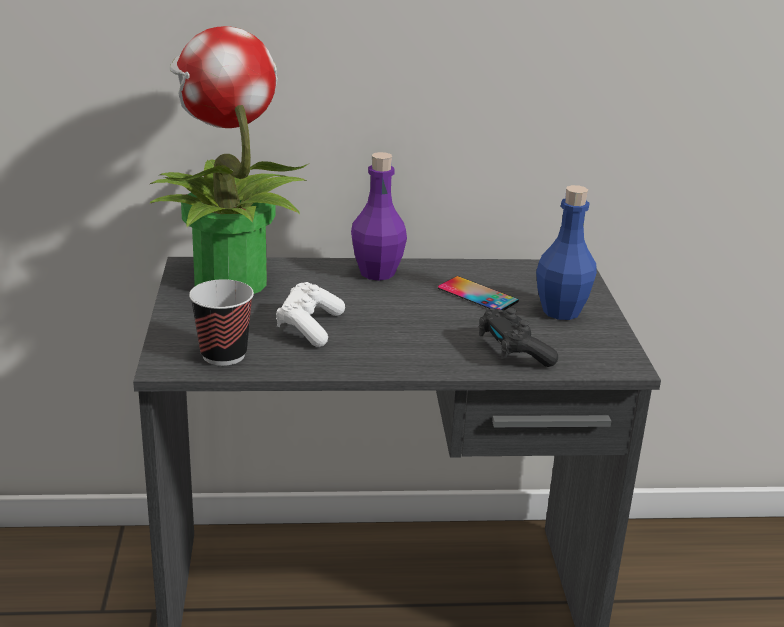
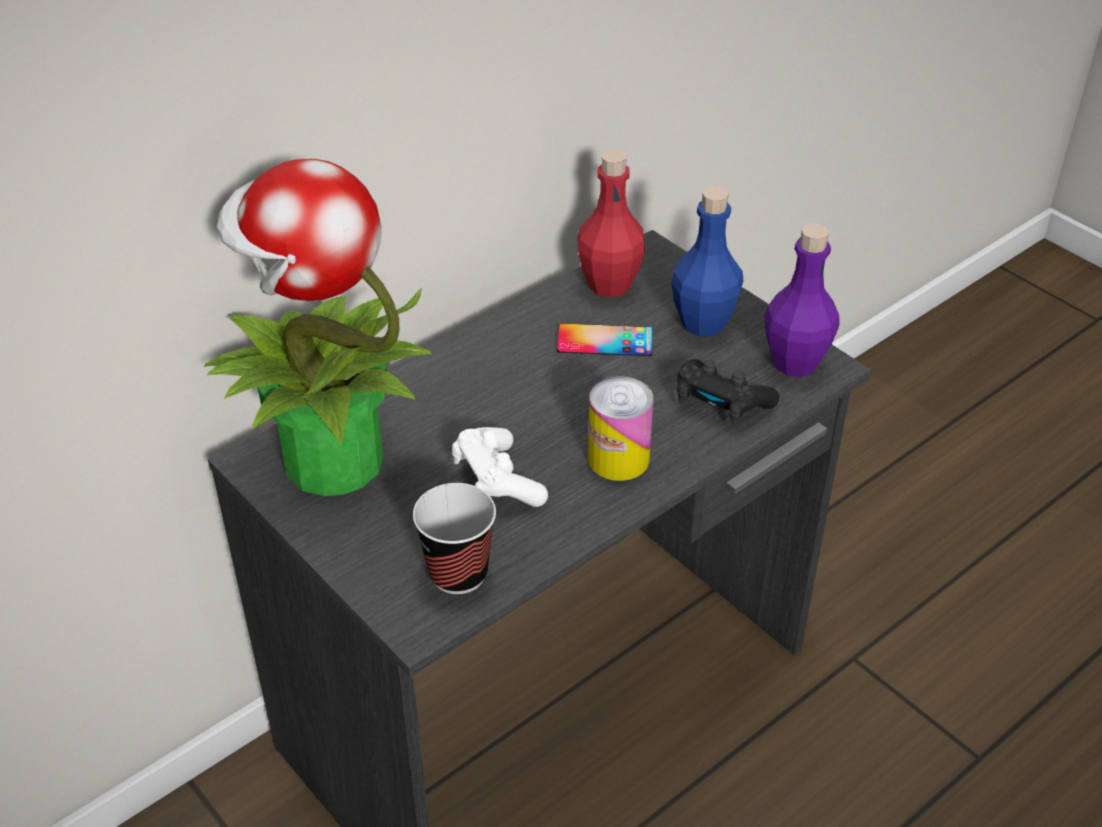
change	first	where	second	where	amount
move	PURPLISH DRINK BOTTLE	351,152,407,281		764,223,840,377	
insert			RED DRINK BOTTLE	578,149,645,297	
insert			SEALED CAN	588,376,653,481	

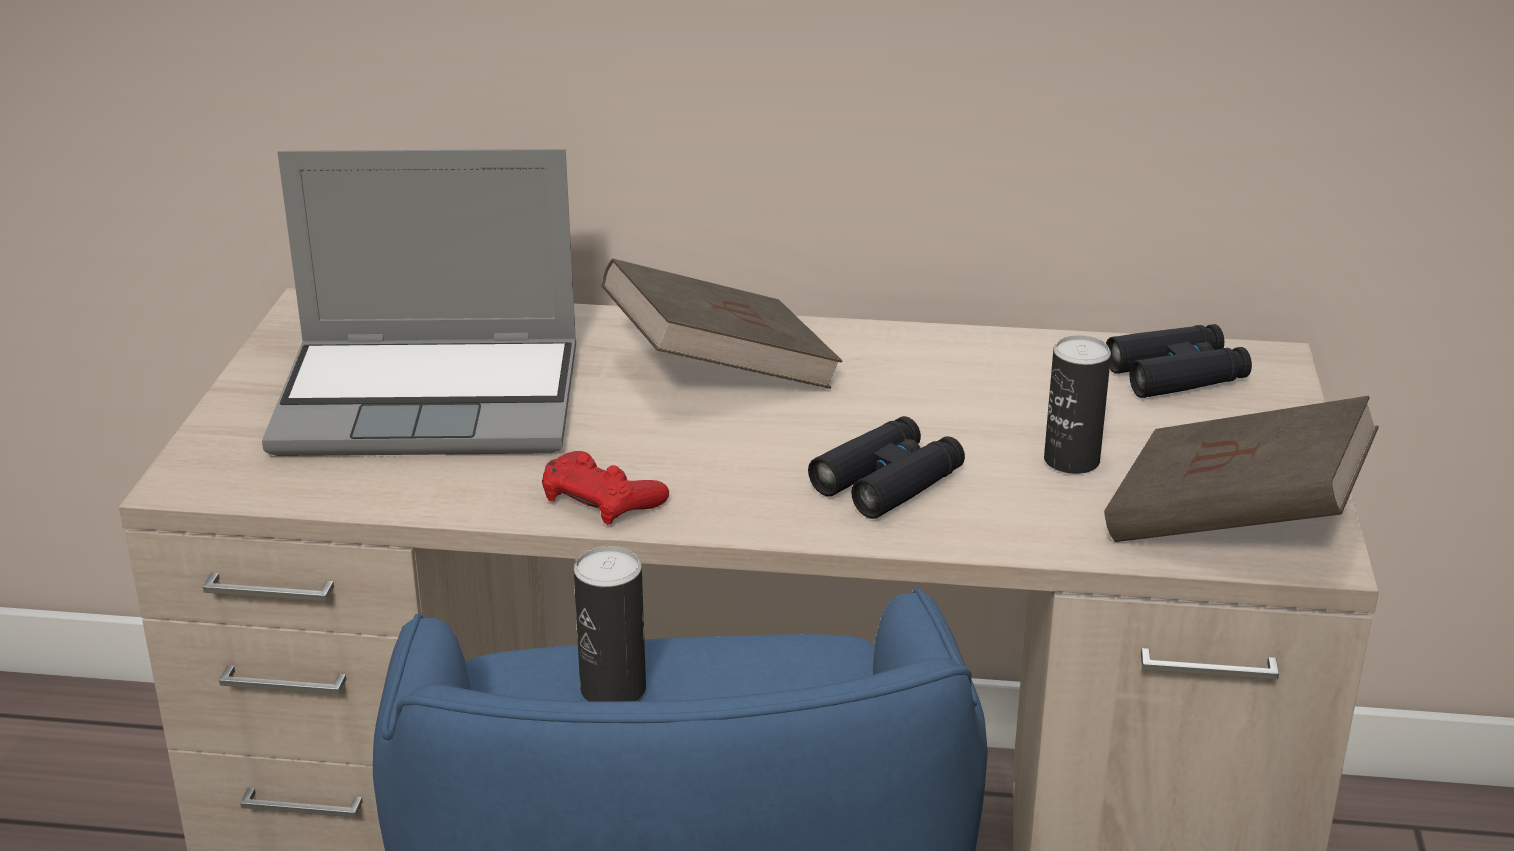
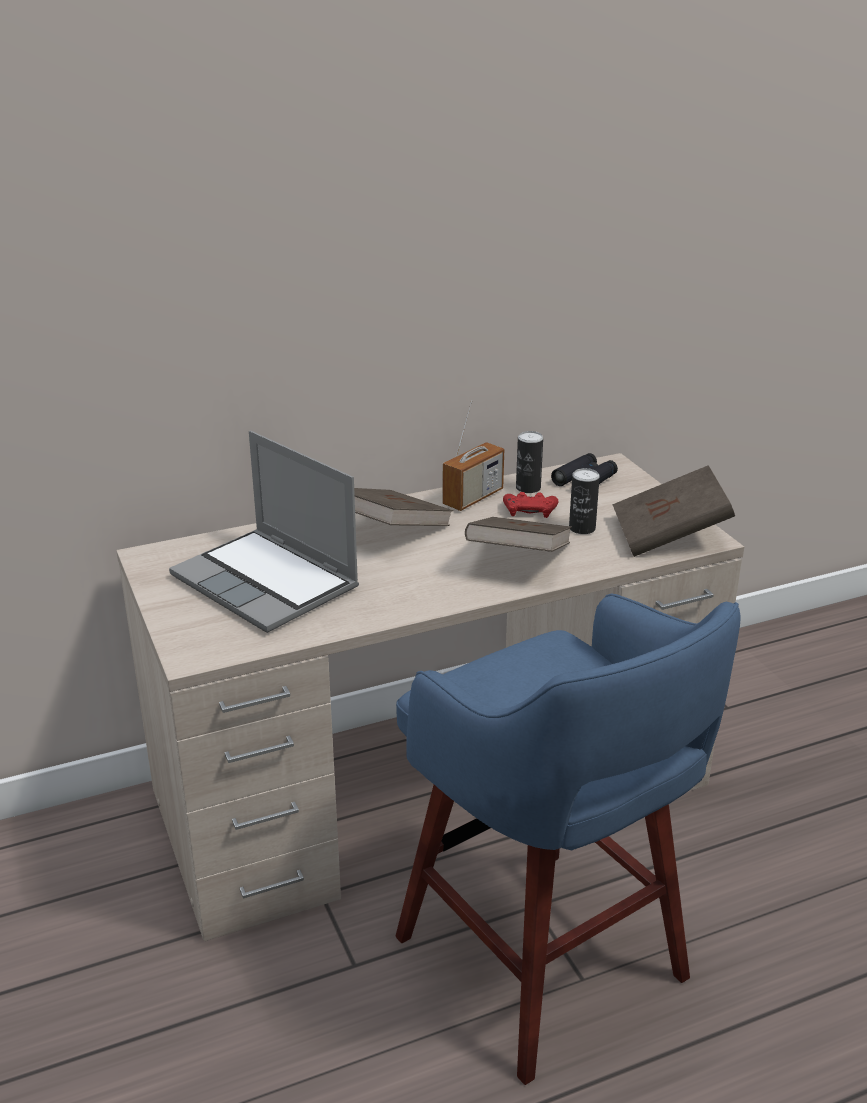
change	first	where	second	where	amount
rotate	LAPTOP	262,149,576,456		169,431,359,633	75 degrees clockwise
replace	BLACK-COLOURED BINOCULARS	808,416,965,519	BROWN VOLUME	465,517,572,552	
move	RED JOYPAD	542,451,669,525		503,492,558,518	
move	SEALED CAN	574,546,646,702		516,431,543,493	
insert			RADIO	442,400,504,511	

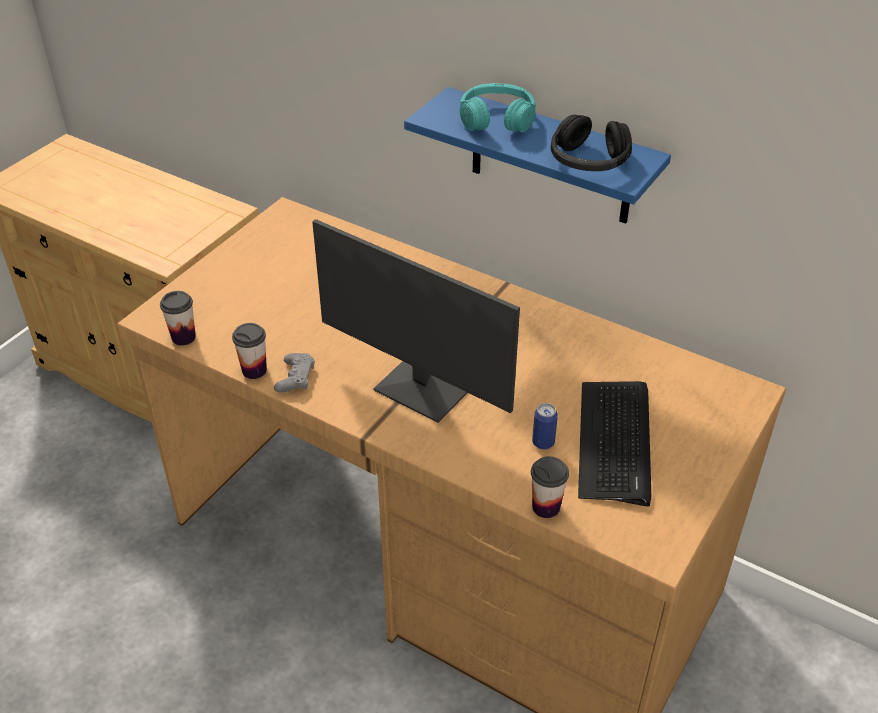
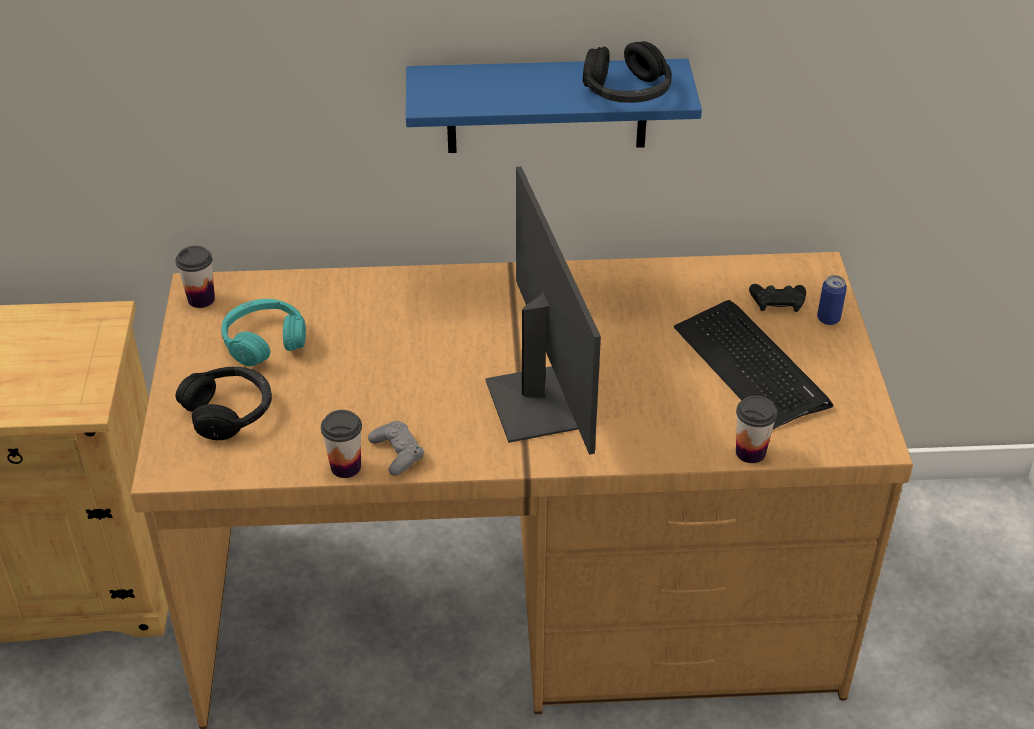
change	first	where	second	where	amount
move	TURQUOISE-COLOURED PAIR OF HEADPHONES	460,83,536,132		221,299,306,367	
rotate	COMPUTER SCREEN	312,219,520,423		485,166,601,455	105 degrees counterclockwise
move	CUP	160,291,196,346		176,246,215,308	
move	SEALED CAN	532,403,558,450		817,275,847,325	
insert			BLACK-COLOURED JOYPAD	749,284,806,312	
insert			BLACK-COLOURED PAIR OF HEADPHONES	176,367,272,440	

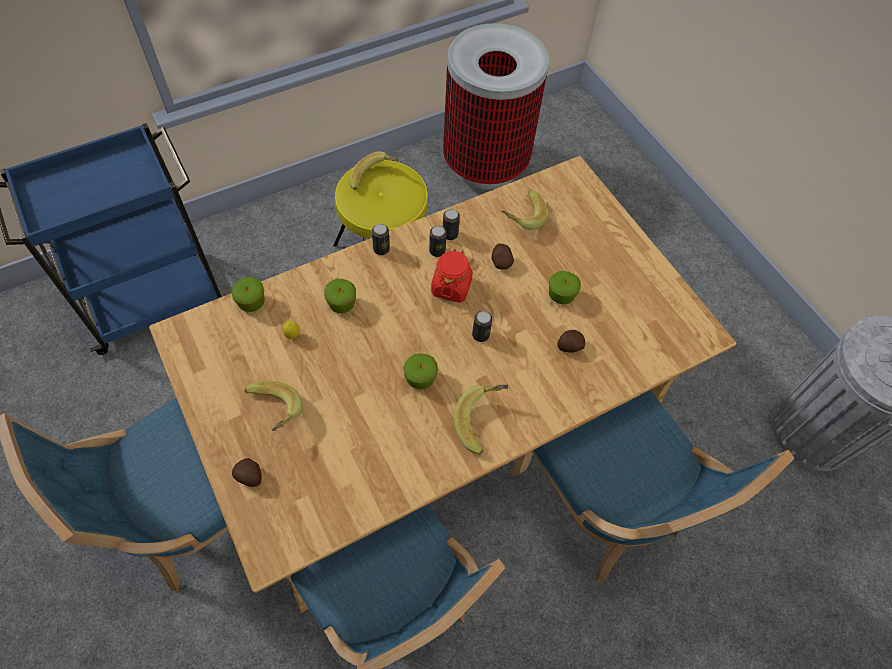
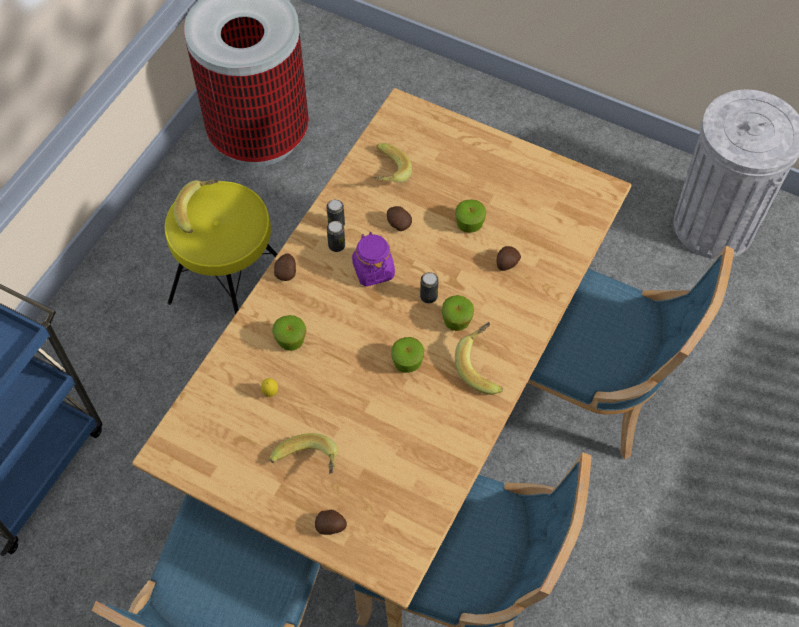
change	first	where	second	where	amount
replace	SEALED CAN	372,224,390,255	WHOLE POTATO	274,253,296,281	
recolor	RED STORAGE JAR	431,249,473,303	PURPLISH STORAGE JAR	352,232,395,287	
move	WHOLE APPLE	232,277,265,312		442,295,474,331	

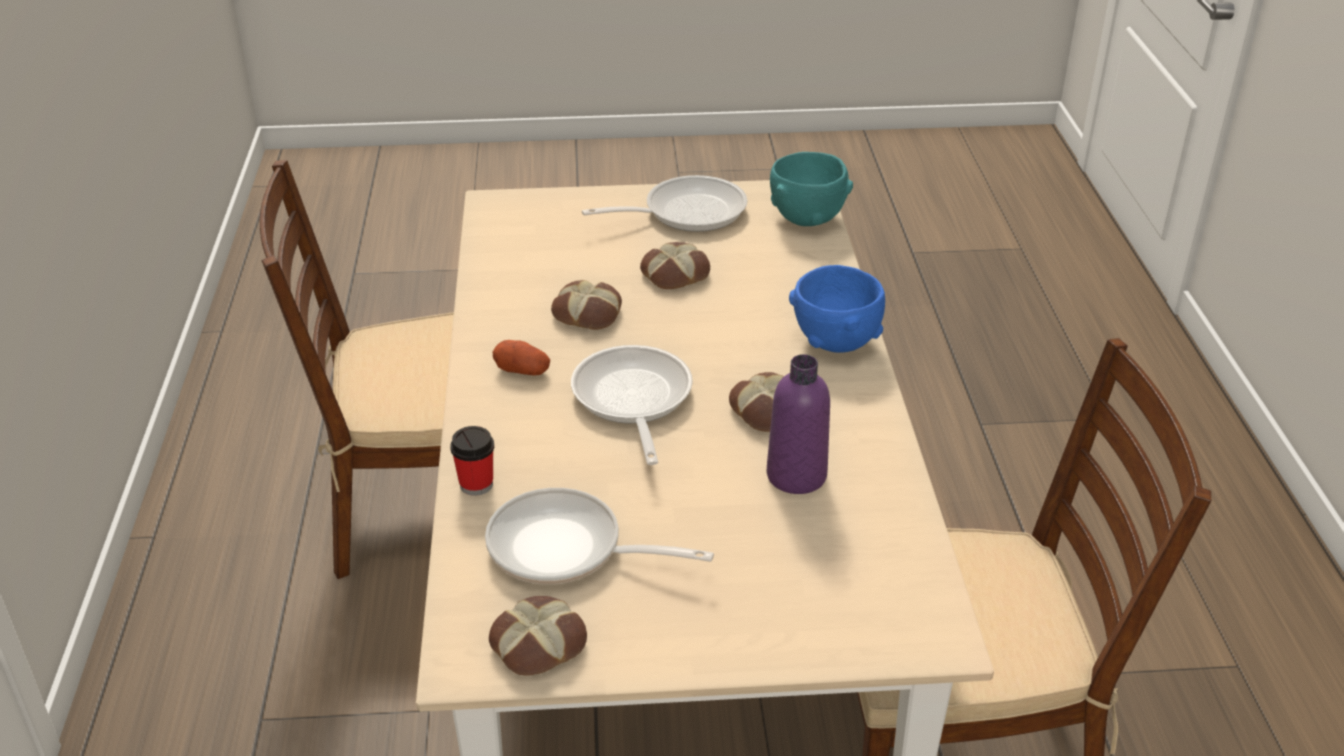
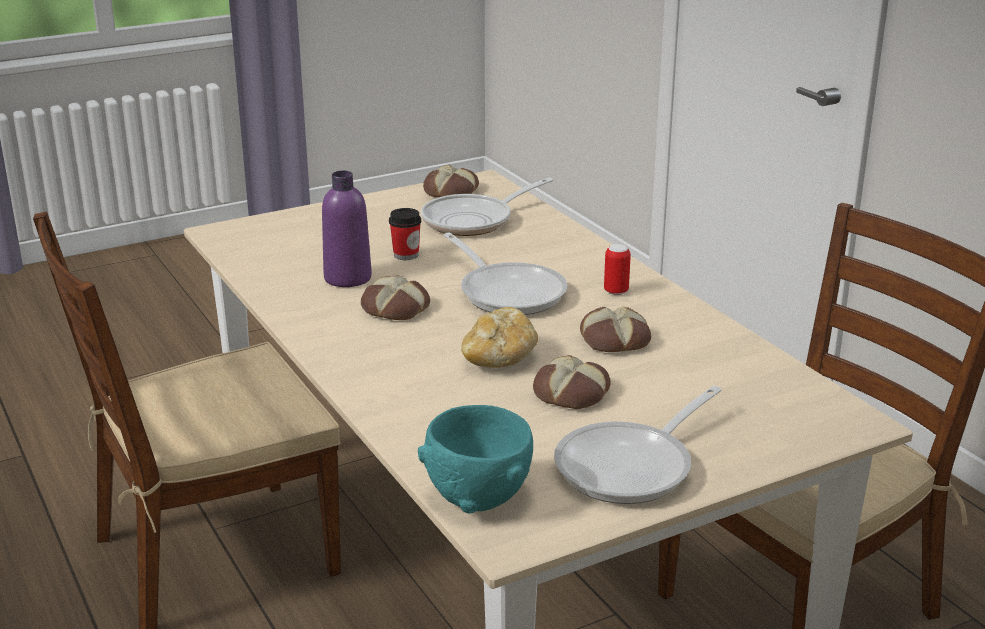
change	first	where	second	where	amount
delete	BLUE-COLOURED BOWL	789,265,885,353			
replace	WHOLE POTATO	493,340,550,376	SEALED CAN	604,244,631,295	
move	CUP	450,426,494,496		389,208,421,260	
rotate	PAN	485,488,714,585		421,177,553,236	150 degrees clockwise
insert			BREAD	461,307,538,368	

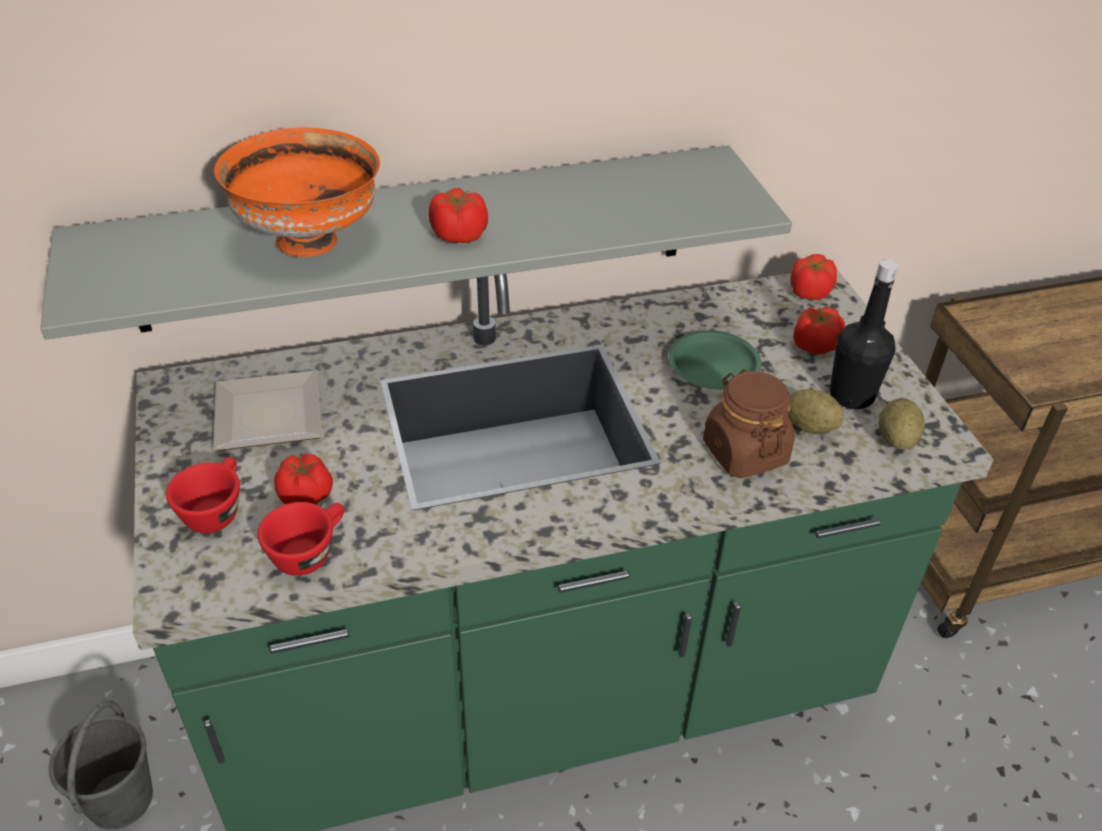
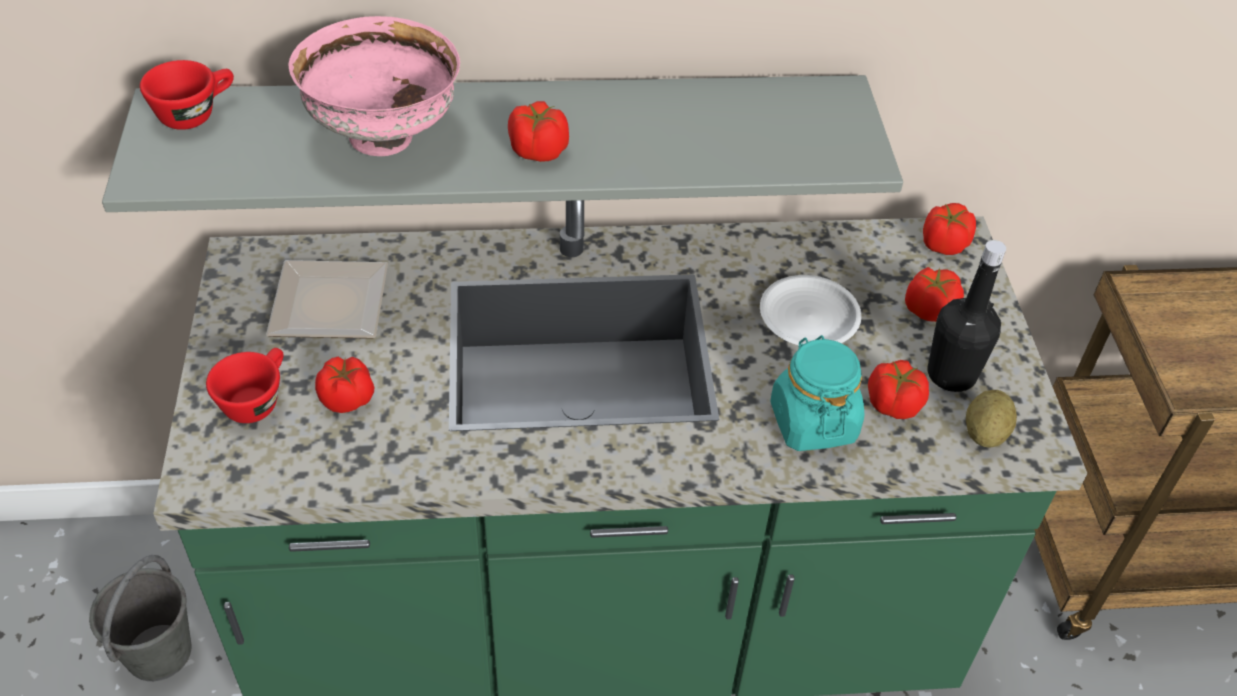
change	first	where	second	where	amount
recolor	ORANGE BOWL	214,127,380,257	PINKISH BOWL	289,16,460,156	
recolor	GREEN PLATE	668,331,762,390	WHITISH PLATE	760,275,861,345	
recolor	BROWN STORAGE JAR	703,369,795,478	TURQUOISE-COLOURED STORAGE JAR	770,335,864,451	
replace	WHOLE POTATO	788,389,844,434	FRESH TOMATO	868,360,929,419	
move	RED CUP	258,502,344,576		140,60,234,130	

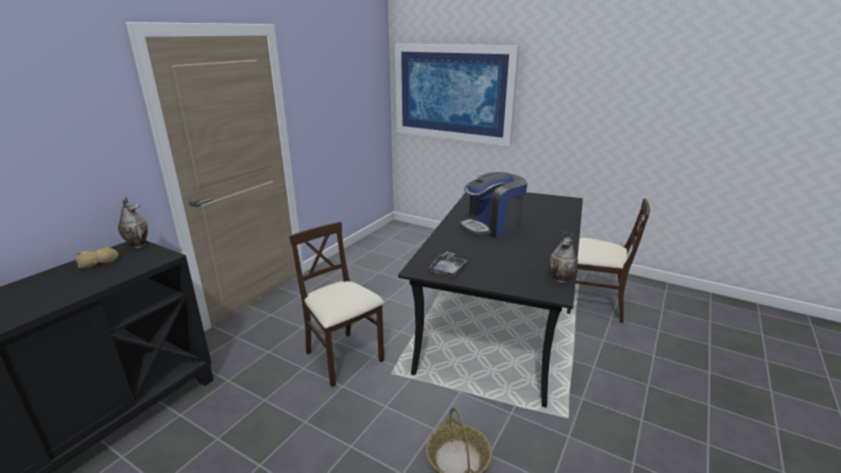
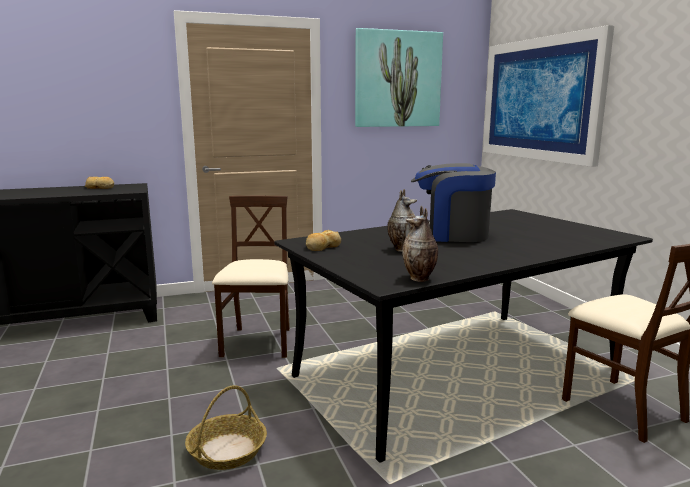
change	first	where	second	where	amount
move	DECORATIVE VASE	118,197,148,248		387,189,417,252	
replace	GREYISH TRAY	427,252,467,277	BREAD	306,230,341,251	
insert			PICTURE	355,28,443,127	

